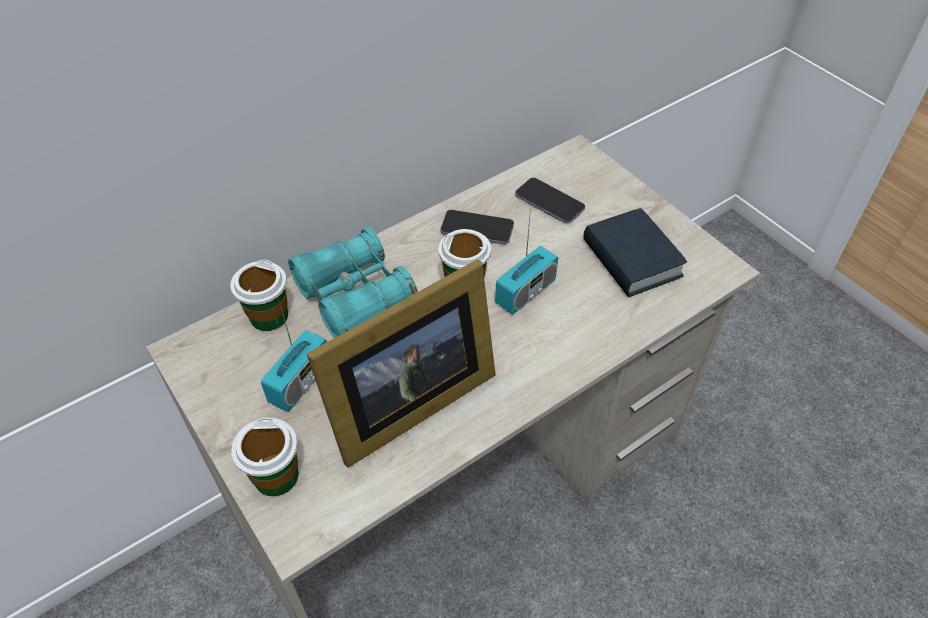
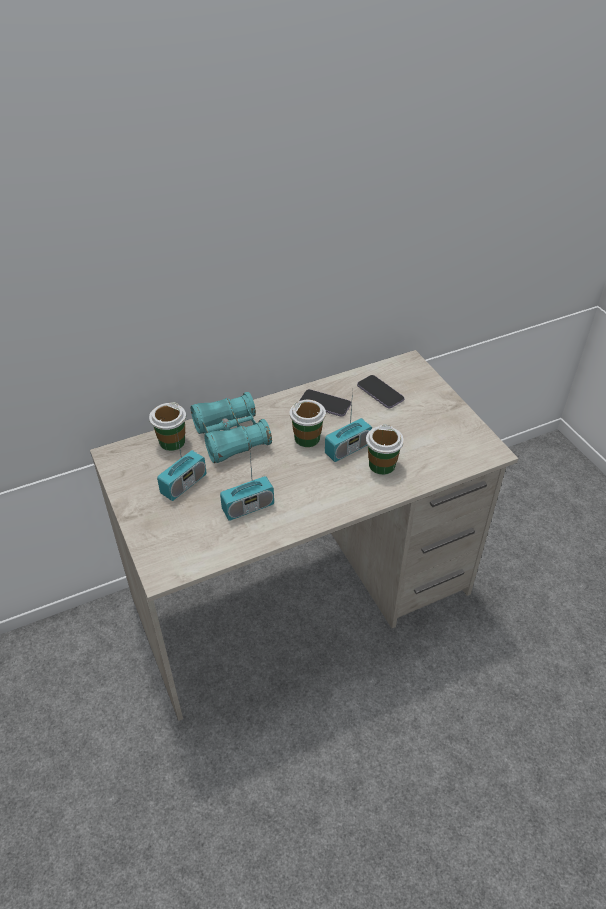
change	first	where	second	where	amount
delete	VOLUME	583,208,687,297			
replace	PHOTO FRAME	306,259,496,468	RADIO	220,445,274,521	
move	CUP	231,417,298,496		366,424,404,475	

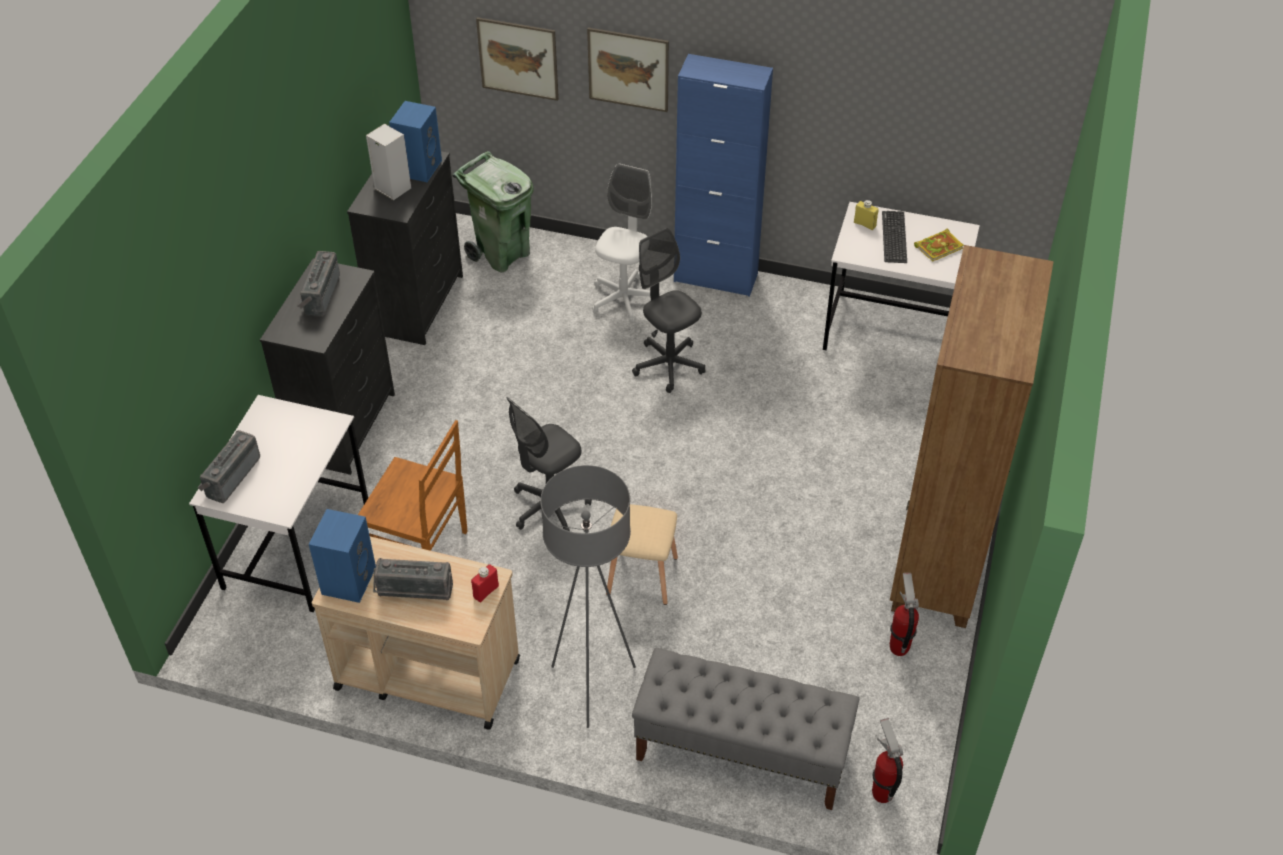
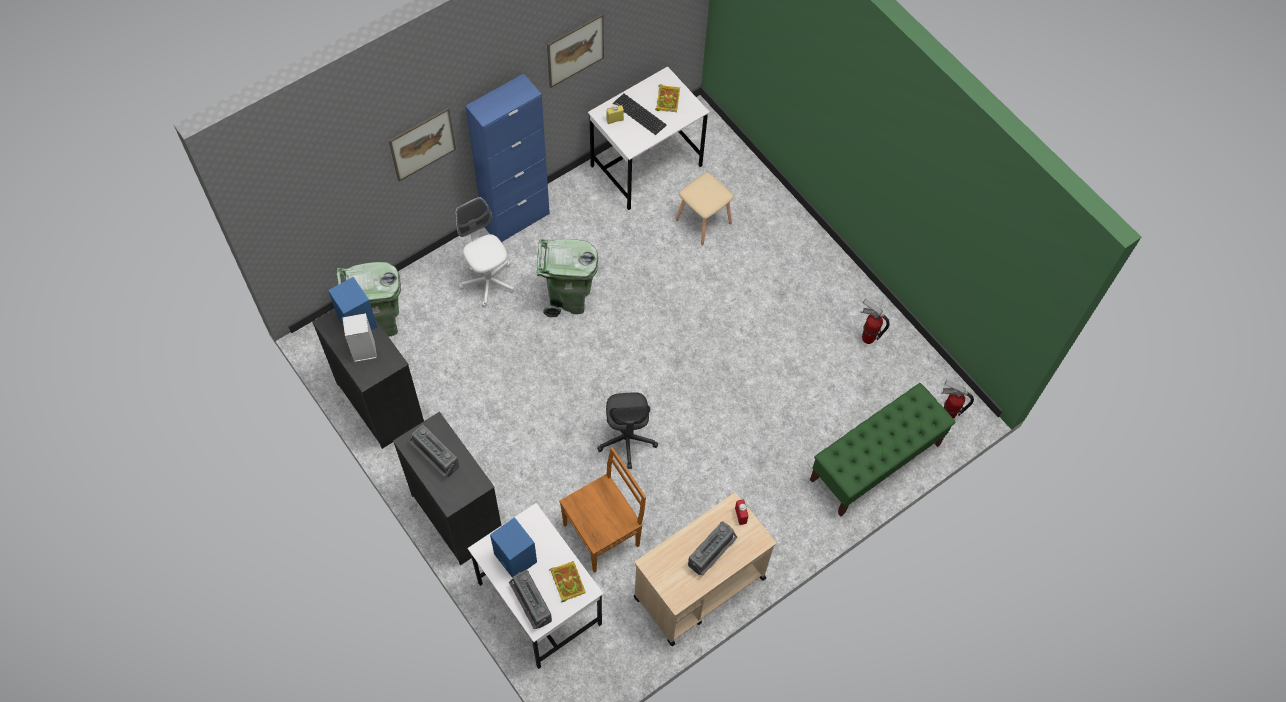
change	first	where	second	where	amount
move	PICTURE	476,17,559,101		547,14,604,88	
replace	GREYISH OFFICE CHAIR	632,228,706,393	GREEN TRASH CAN	537,239,598,317	
delete	BROWN BOOKCASE	890,245,1054,628			
delete	GREYISH STANDING LAMP	540,465,636,728			
move	SAND-COLOURED STOOL	606,504,678,605		676,172,734,245	
move	BLUE-COLOURED LOUDSPEAKER	309,509,376,603		490,517,537,578	
recolor	GREYISH LONG SEAT	632,648,859,810	GREEN LONG SEAT	810,383,956,517	
insert			VOLUME	549,561,585,602	

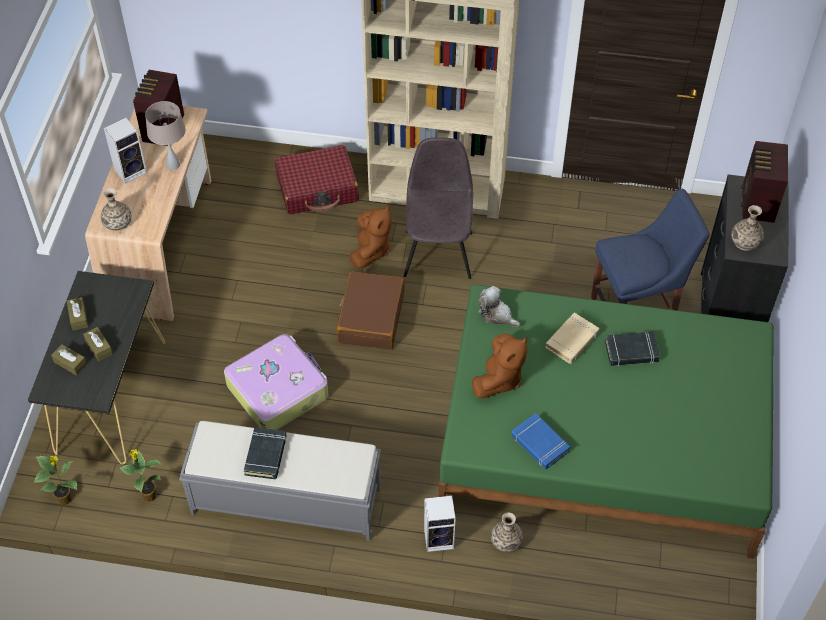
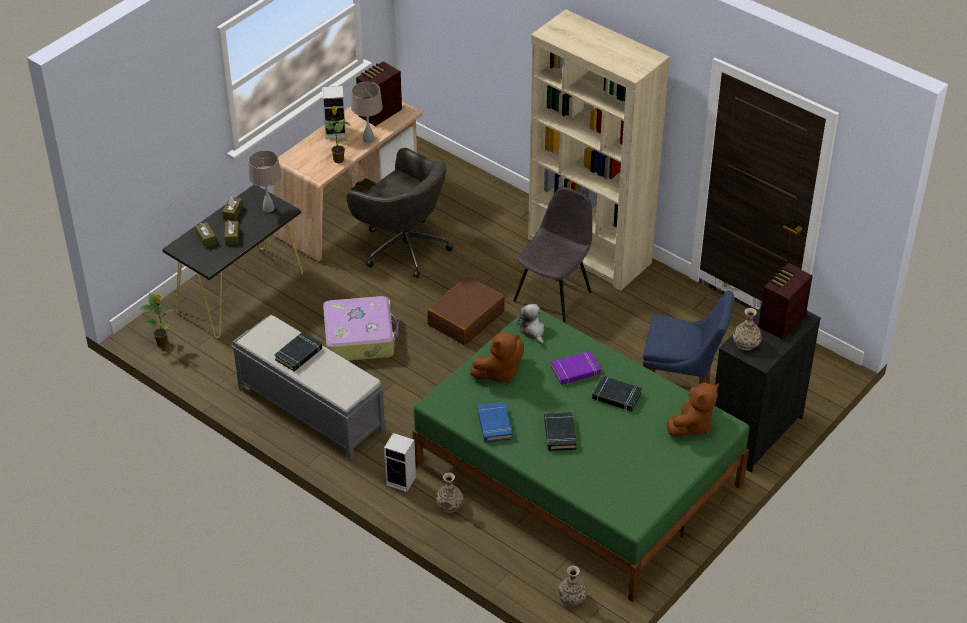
change	first	where	second	where	amount
delete	RED SUITCASE	274,145,359,214			
move	DECORATIVE VASE	101,188,132,231		558,566,587,606	
move	BROWN CUDDLY TOY	350,205,392,268		667,382,719,437	
recolor	SAND-COLOURED VOLUME	545,313,599,364	PURPLISH VOLUME	551,351,601,385	
move	POTTED PLANT	120,449,162,502		323,106,351,163	
insert			GREYISH OFFICE CHAIR	347,148,453,278	
insert			SAND-COLOURED TABLETOP LAMP	249,150,282,212	
insert			BLACK-COLOURED VOLUME	544,412,577,451	

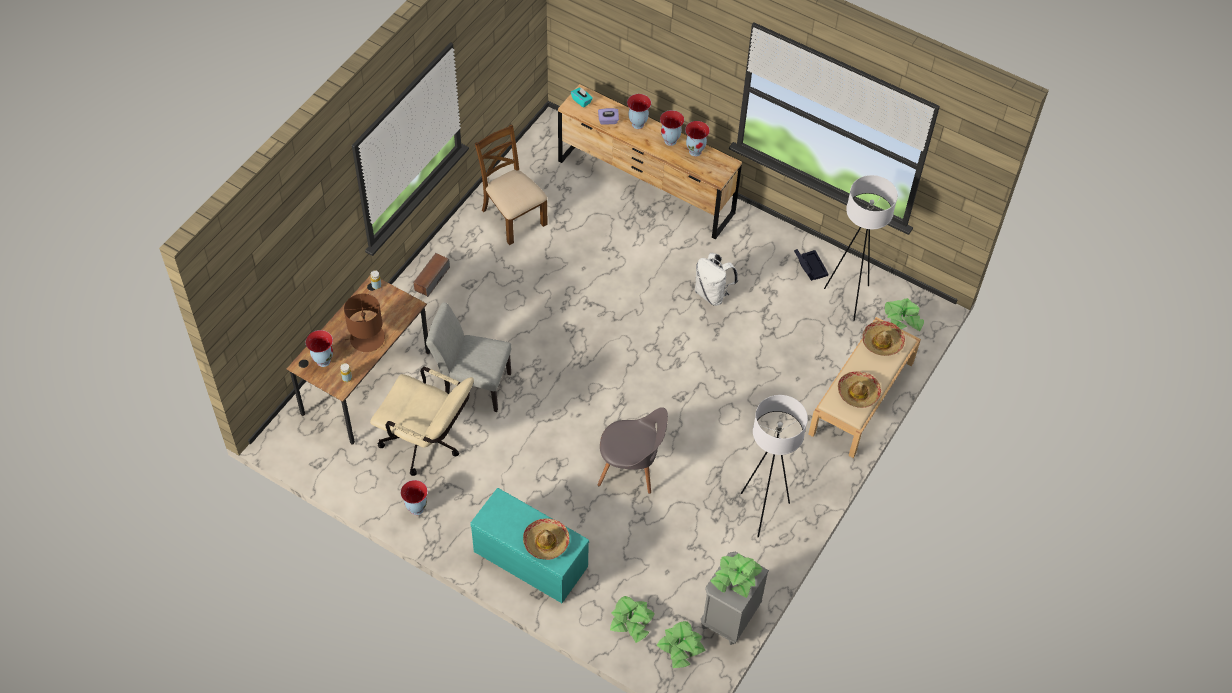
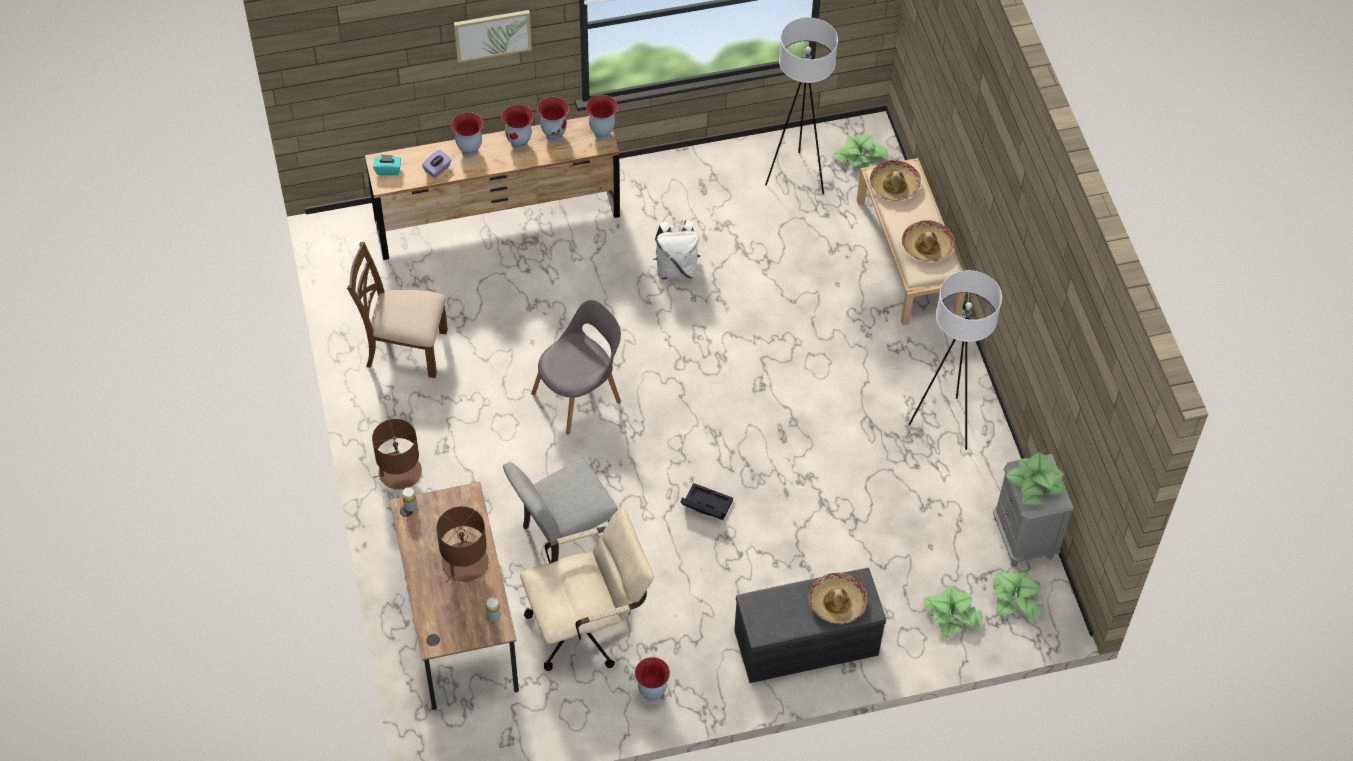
change	first	where	second	where	amount
move	BLACK-COLOURED STORAGE CONTAINER	794,249,829,281		680,483,733,520	
replace	LOUDSPEAKER	414,253,450,297	BROWN TABLETOP LAMP	372,419,422,490	
move	DECORATIVE VASE	306,330,333,367		586,95,618,140	
move	GREYISH PLAIN CHAIR	597,407,668,494		531,300,621,434	
recolor	TURQUOISE-COLOURED LONG SEAT	470,488,589,603	GREYISH LONG SEAT	734,568,886,683	
insert			PICTURE	454,10,532,63	

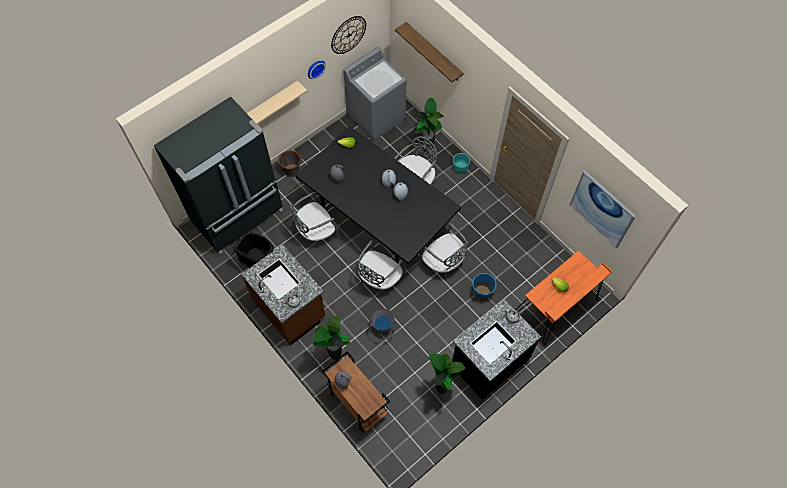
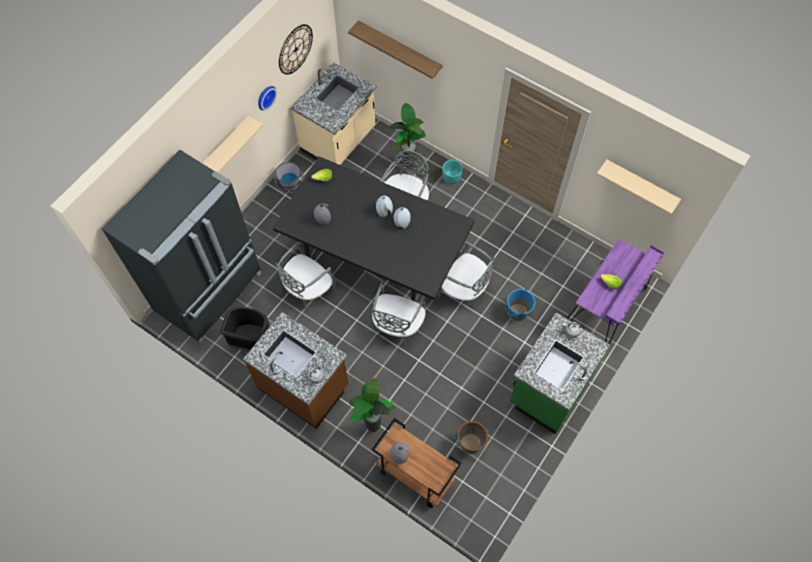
change	first	where	second	where	amount
replace	GREYISH WASHING MACHINE	343,47,406,140	SAND-COLOURED COUNTER	291,62,377,165	
move	BROWN BUCKET	277,150,302,177		455,421,489,454	
replace	PICTURE	569,171,636,248	SAND-COLOURED WALL SHELF	596,159,681,215	
recolor	ORANGE DESK TABLE	515,251,613,346	PURPLISH DESK TABLE	566,239,665,354	
recolor	BLACK-COLOURED COUNTER	452,299,541,400	GREEN COUNTER	510,313,610,434	
move	GREYISH BUCKET	369,308,396,340		275,162,304,194	
delete	POTTED PLANT	429,354,465,394			

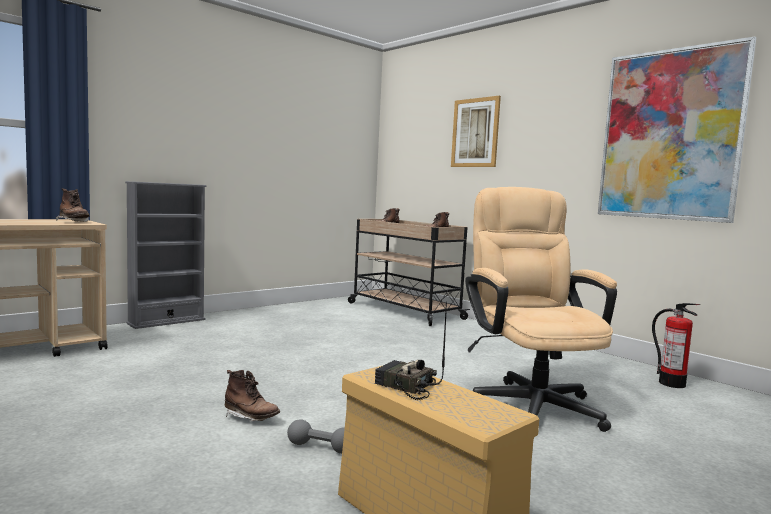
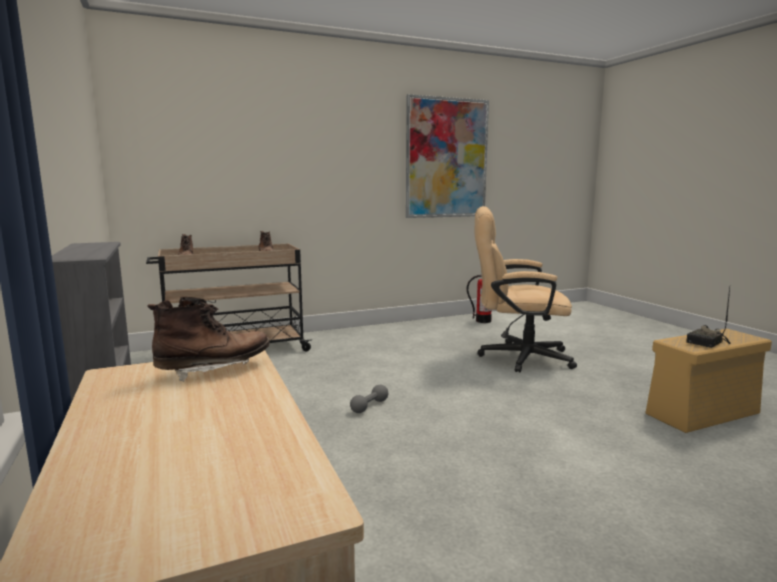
change	first	where	second	where	amount
delete	PICTURE	451,96,501,167			
delete	BROWN TALL BOOT	225,370,280,421			
move	GREYISH FREE WEIGHT	287,419,345,454		350,385,388,413	

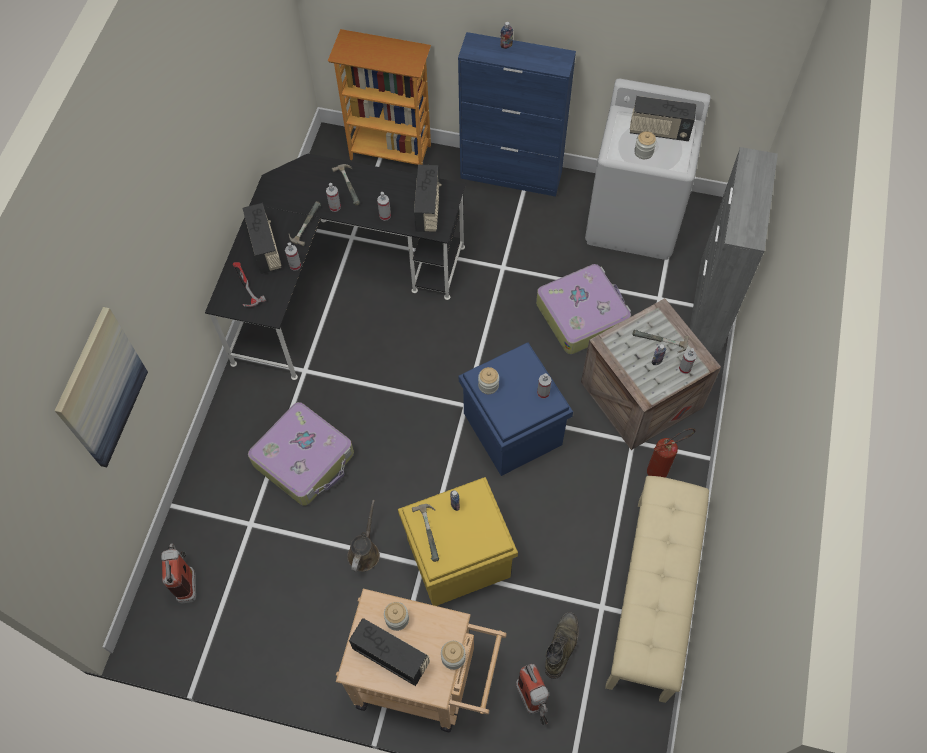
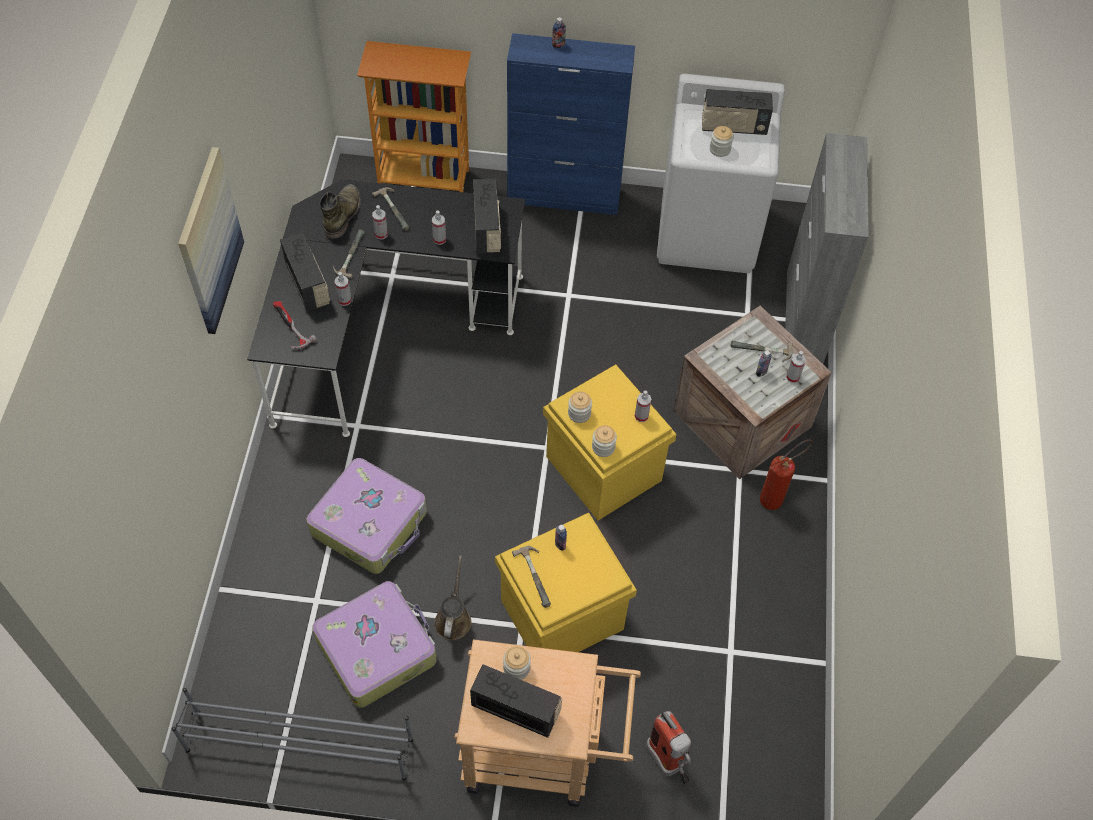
change	first	where	second	where	amount
move	SUITCASE	536,264,631,354		312,581,437,708	
move	PICTURE	55,307,148,467		178,147,244,334	
recolor	BLUE-COLOURED STORAGE CONTAINER	459,342,573,476	YELLOW-COLOURED STORAGE CONTAINER	543,364,677,521	
delete	SAND-COLOURED LONG SEAT	605,476,709,703			
delete	EXTINGUISHER	161,543,196,603			
move	GREEN TALL BOOT	545,612,579,679		319,184,360,239	
move	STORAGE JAR	441,641,466,670		592,425,617,457	
insert			GREYISH SHOE RACK	172,688,413,780	

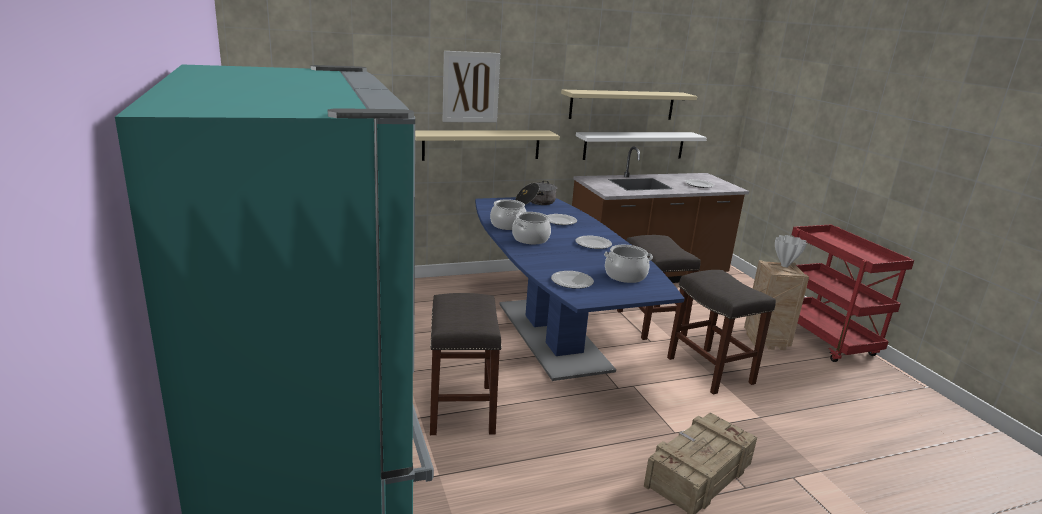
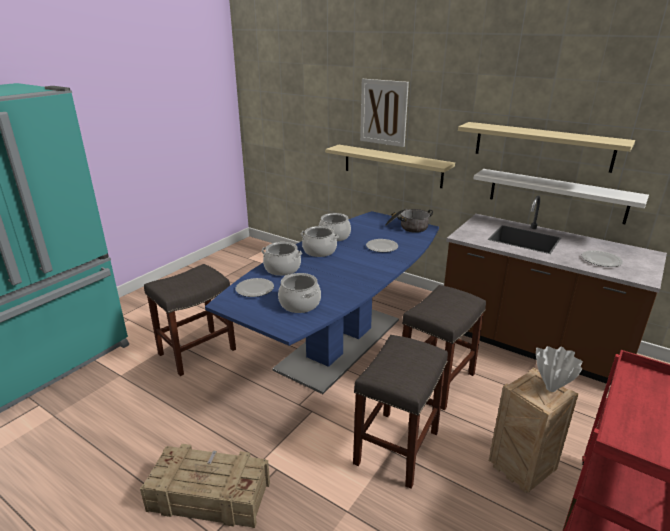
change	first	where	second	where	amount
delete	PLATE	575,236,612,249			
insert			COOKING POT	261,242,302,276	

